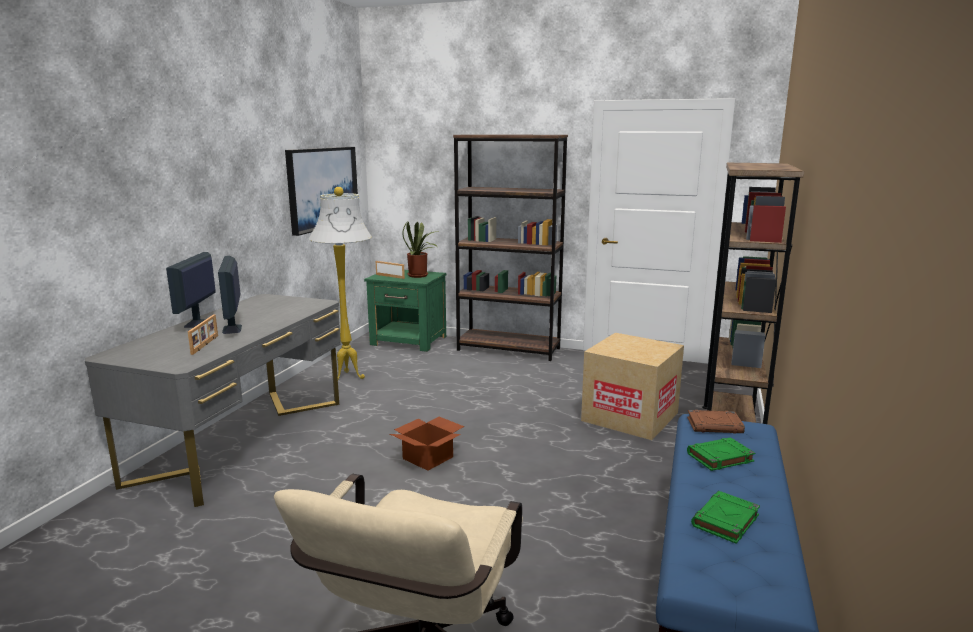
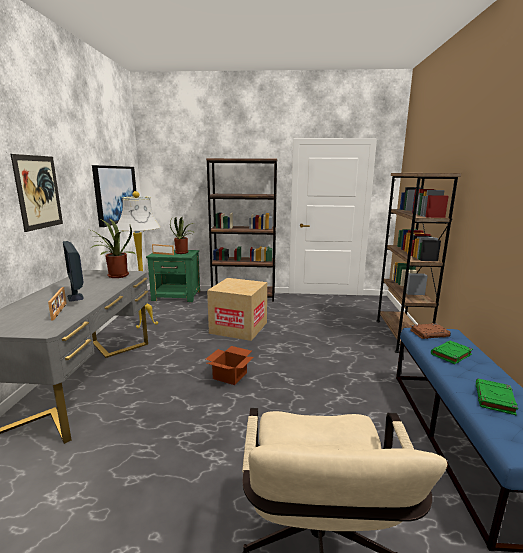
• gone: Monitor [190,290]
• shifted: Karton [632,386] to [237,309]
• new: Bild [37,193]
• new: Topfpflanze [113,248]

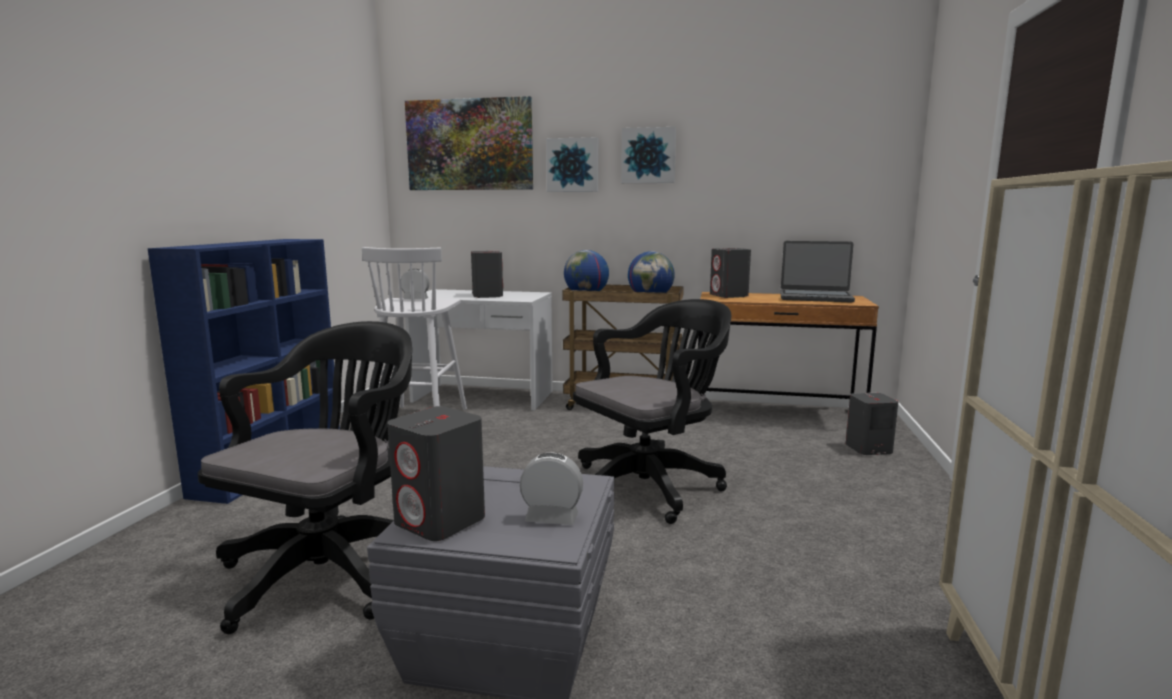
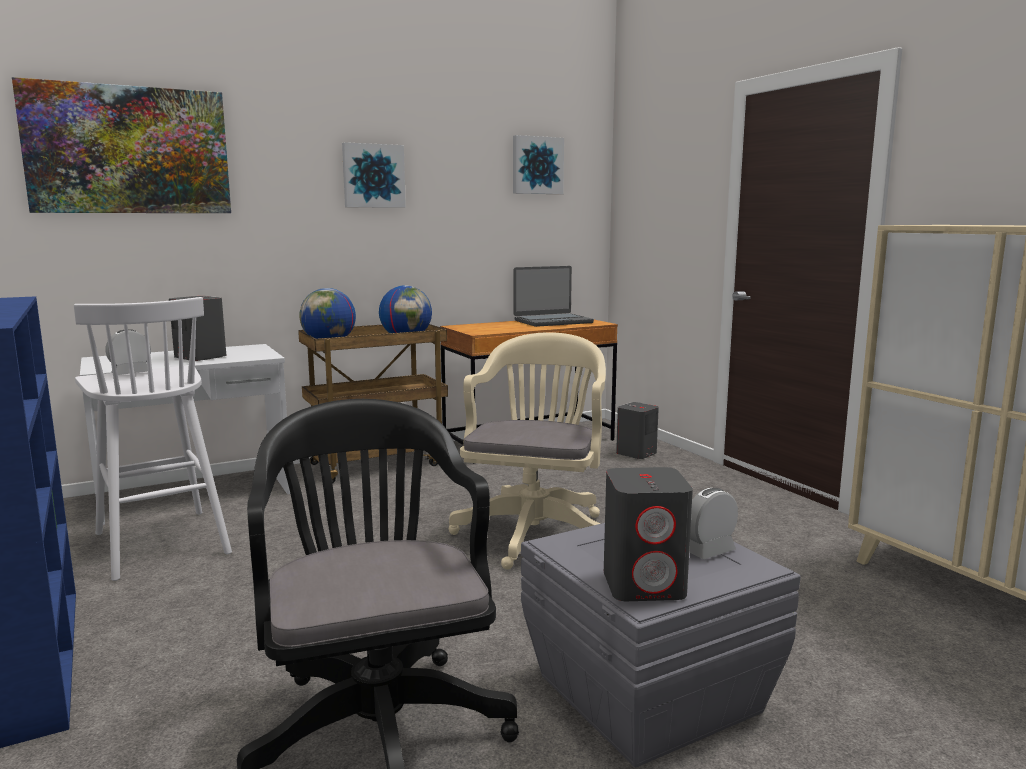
• shifted: Bild [572,164] to [538,164]
• repainted: Bürostuhl (schwarz) [652,411] to Bürostuhl (beige) [527,451]
• gone: Lautsprecher (grau) [730,273]

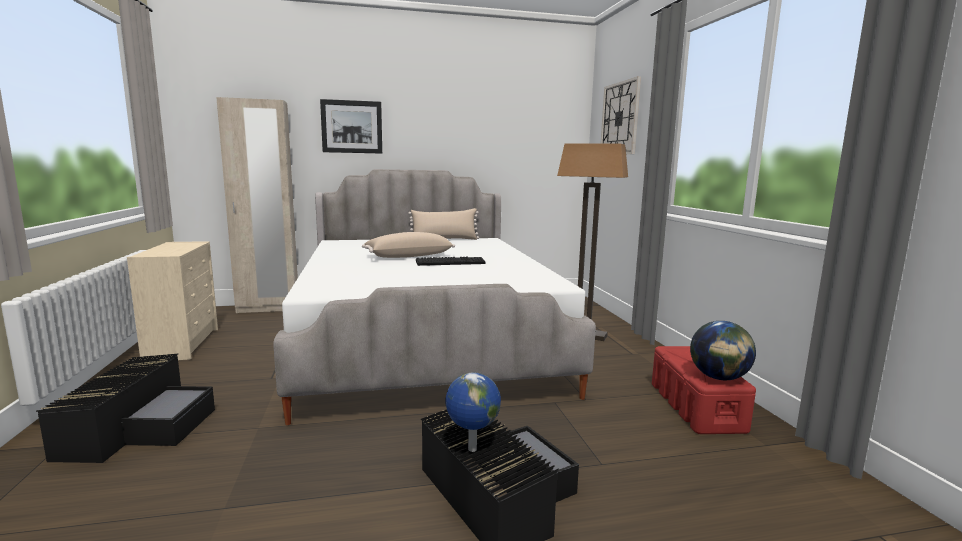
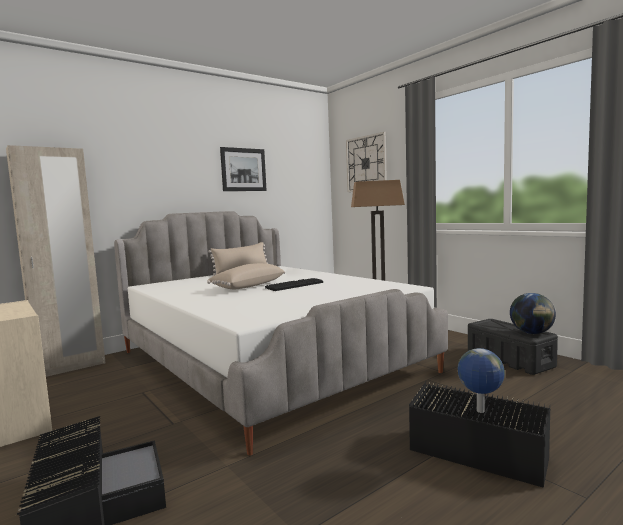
• shifted: Bild [351,126] to [243,169]
• repainted: Aufbewahrungsbox (rot) [704,390] to Aufbewahrungsbox (schwarz) [513,347]

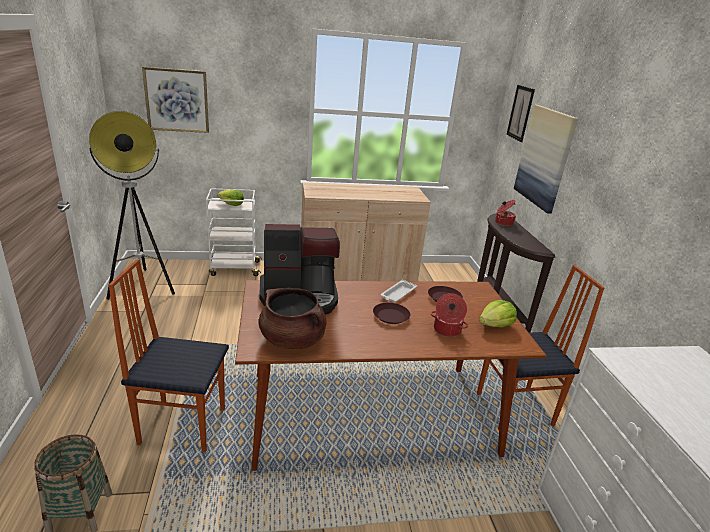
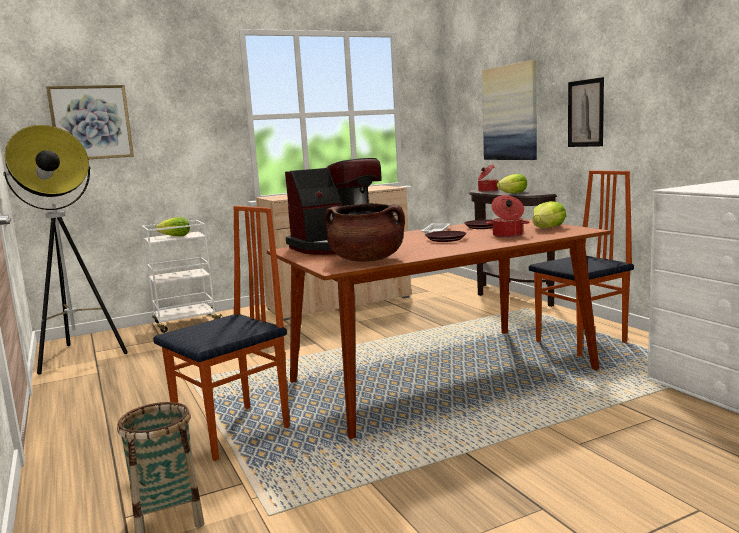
• rotated: Stuhl [169,355] = [221,333] 150 degrees clockwise
• shifted: Bild [520,113] to [586,112]
• new: Salatkopf [511,183]

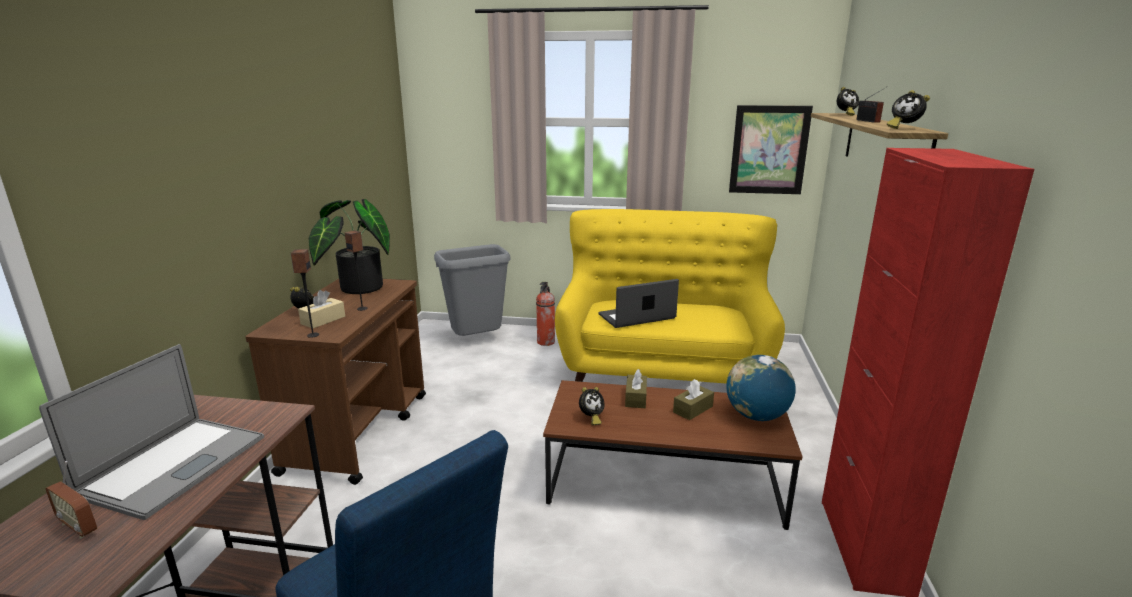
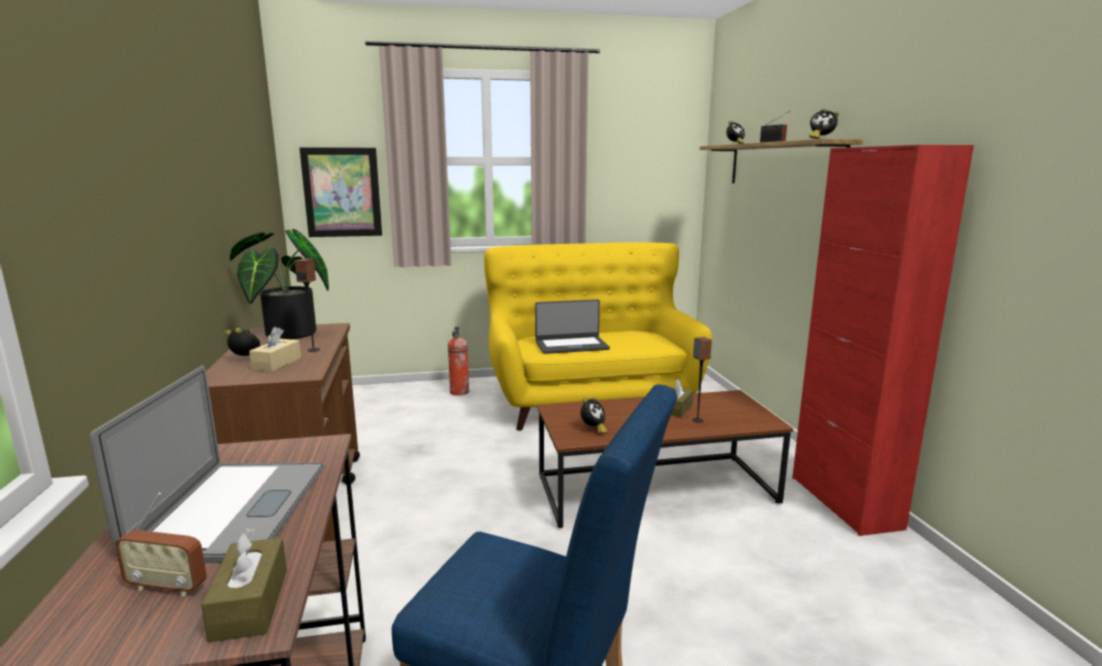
• shifted: Lautsprecher [305,293] to [702,380]
• gone: Mülleimer (grau) [472,290]
• rotated: Laptop [638,303] = [572,326] 150 degrees counterclockwise
• shifted: Taschentuchbox (braun) [636,388] to [244,584]
• gone: Globus [761,388]
• shifted: Bild [771,149] to [340,192]

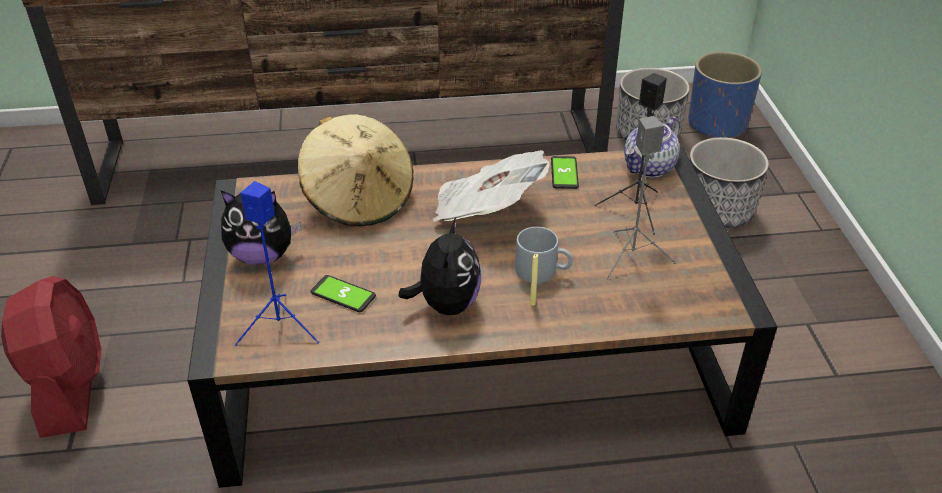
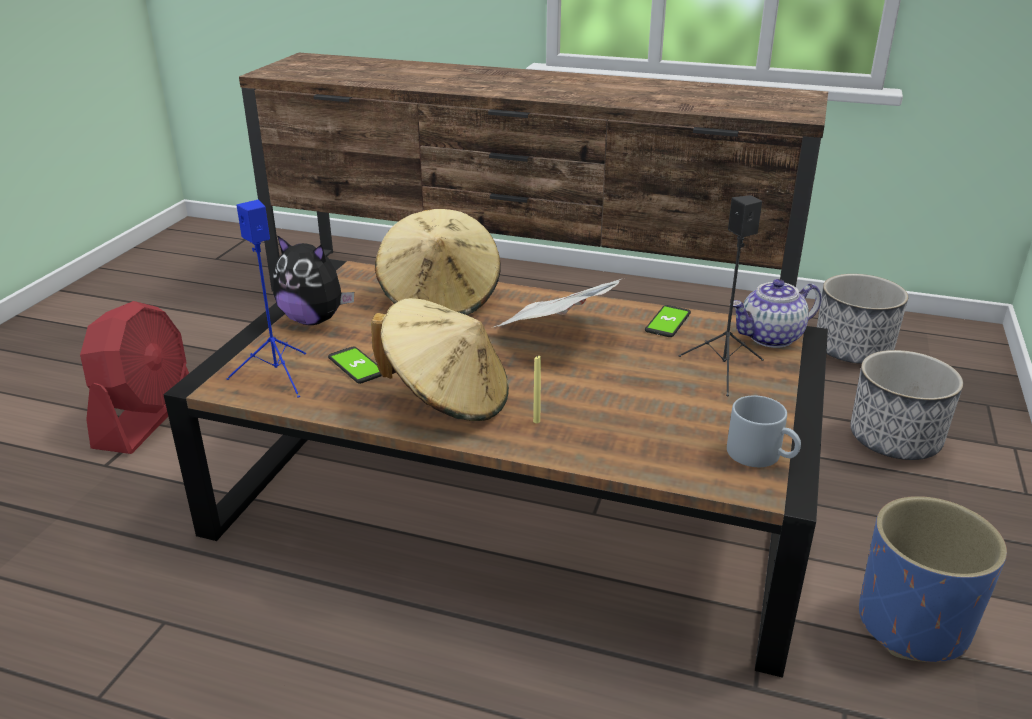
• swapped: Plüschtier [439,266] to Hut (beige) [440,359]
• shifted: Henkelbecher (grau) [544,255] to [764,431]
• gone: Lautsprecher (grau) [641,197]
• shifted: Pflanzkübel (blau) [725,95] to [933,579]

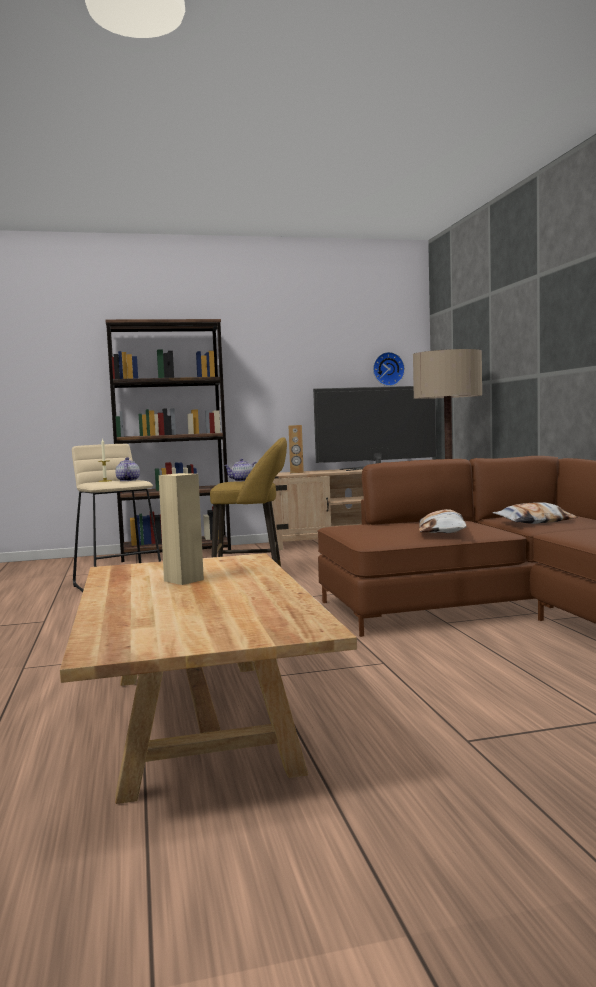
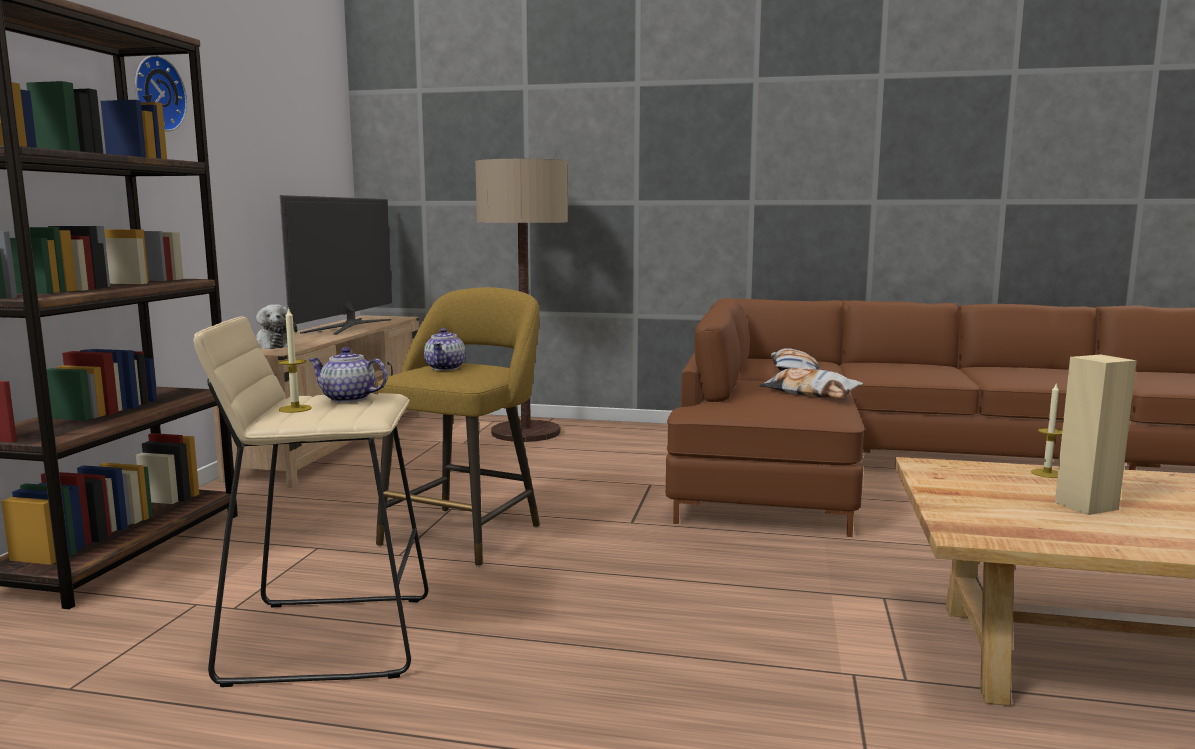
• swapped: Lautsprecher (braun) [296,449] to Plüschtier [276,326]
• shifted: Wanduhr [389,369] to [161,93]
• new: Kerze [1046,430]

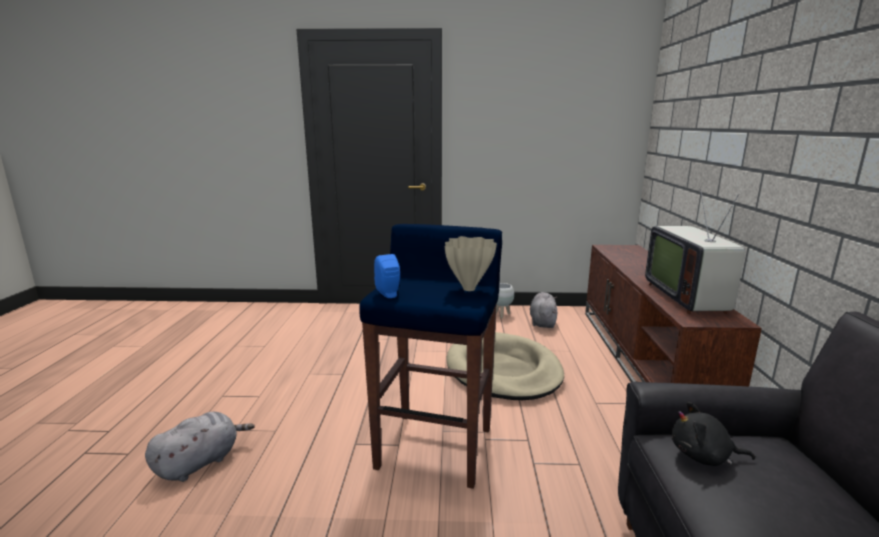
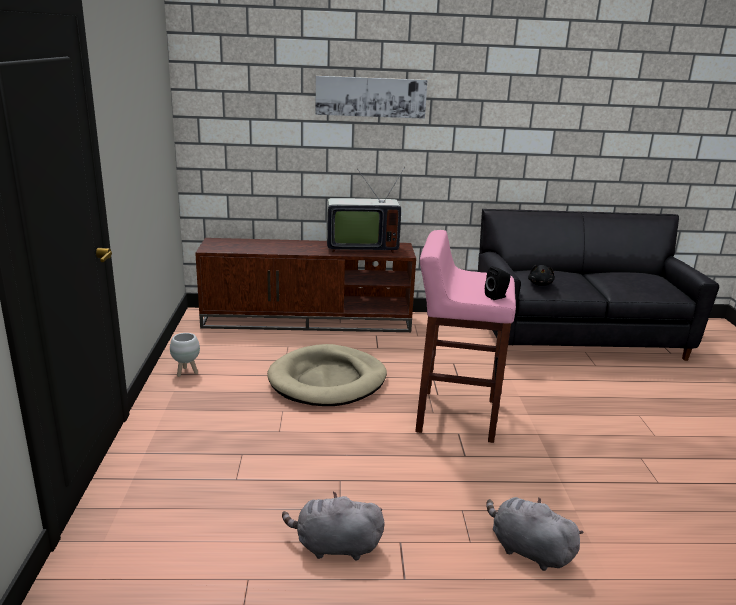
• repainted: Hocker (blau) [430,356] to Hocker (rosa) [465,336]
• repainted: Lautsprecher (blau) [387,276] to Lautsprecher (schwarz) [497,283]
• gone: Vase (beige) [470,263]
• shifted: Plüschtier (grau) [543,310] to [333,526]
• new: Bild [371,97]

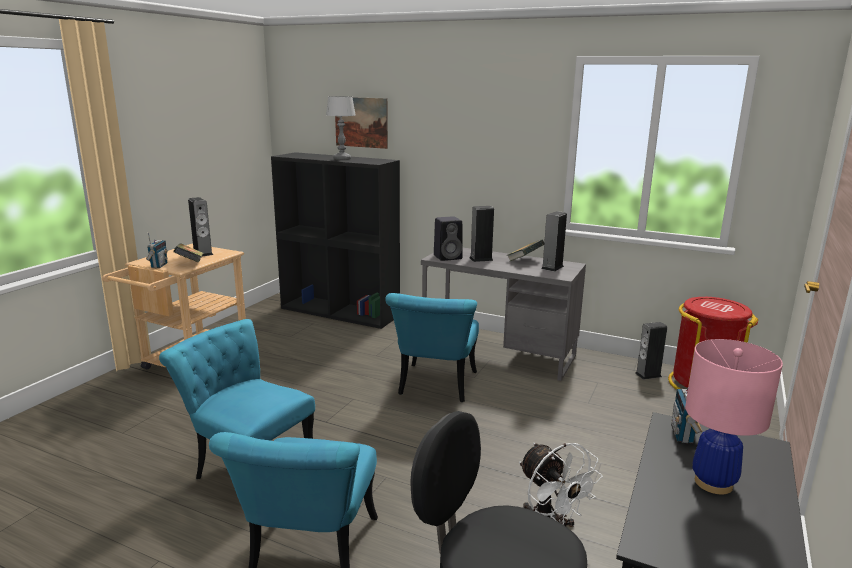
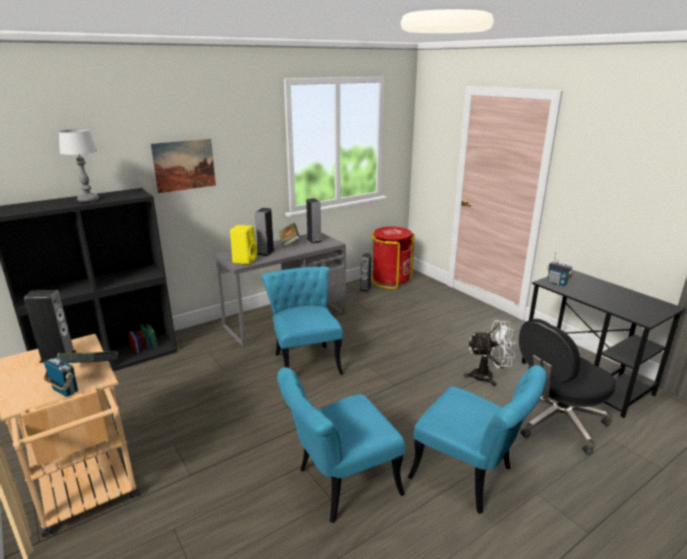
• shifted: Bild [361,123] to [183,166]
• rotated: Stuhl (türkis) [432,347] = [302,320] 150 degrees counterclockwise
• repainted: Lautsprecher (schwarz) [448,238] to Lautsprecher (gelb) [243,244]
• gone: Tischlampe (rosa) [734,417]

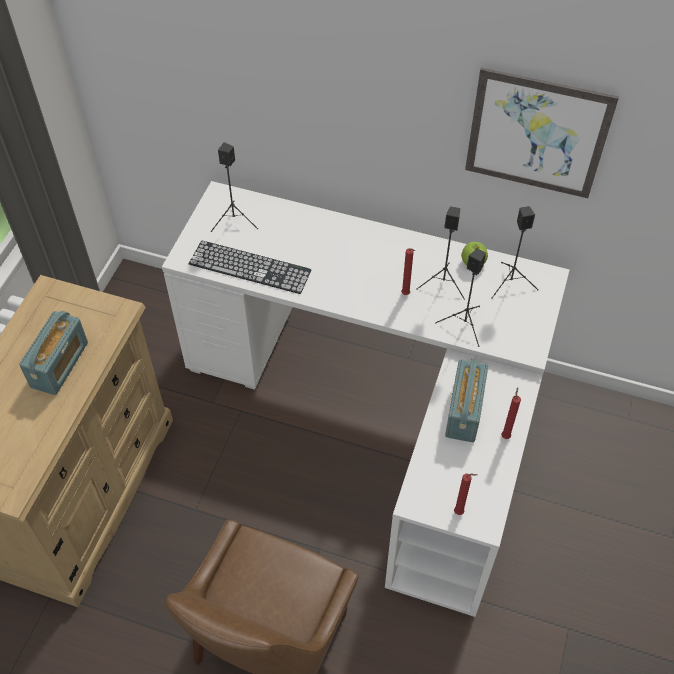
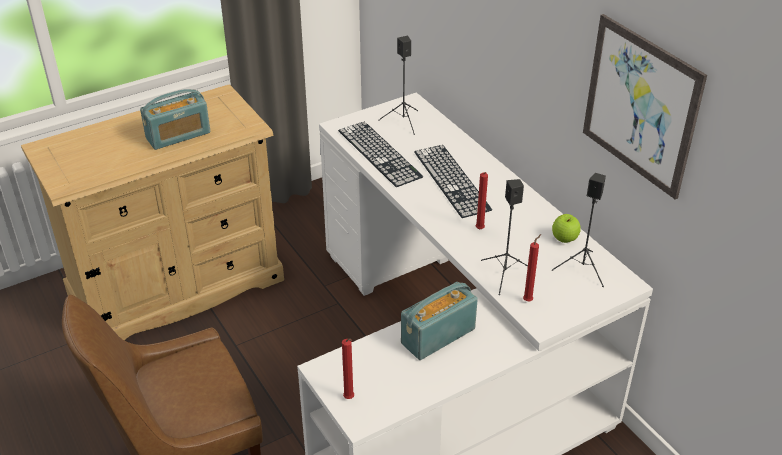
• gone: Lautsprecher (schwarz) [440,253]
• shifted: Kerze (rot) [511,413] to [532,267]
• new: Tastatur [453,181]

